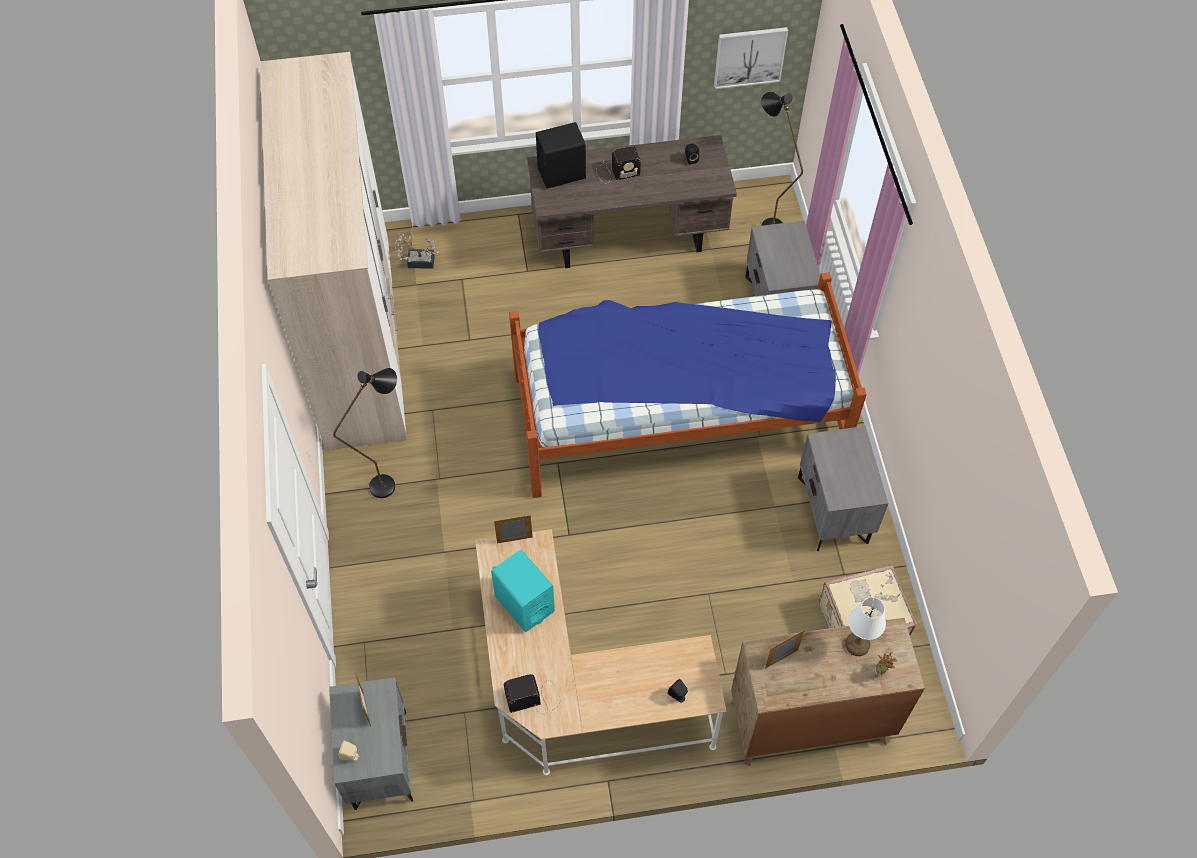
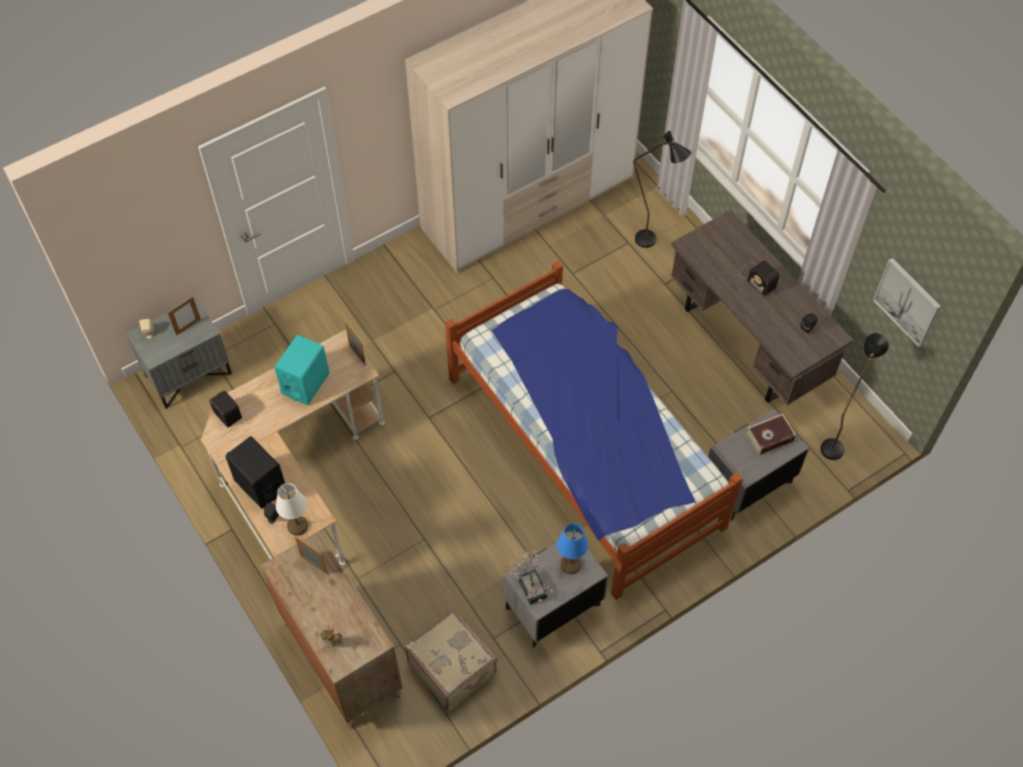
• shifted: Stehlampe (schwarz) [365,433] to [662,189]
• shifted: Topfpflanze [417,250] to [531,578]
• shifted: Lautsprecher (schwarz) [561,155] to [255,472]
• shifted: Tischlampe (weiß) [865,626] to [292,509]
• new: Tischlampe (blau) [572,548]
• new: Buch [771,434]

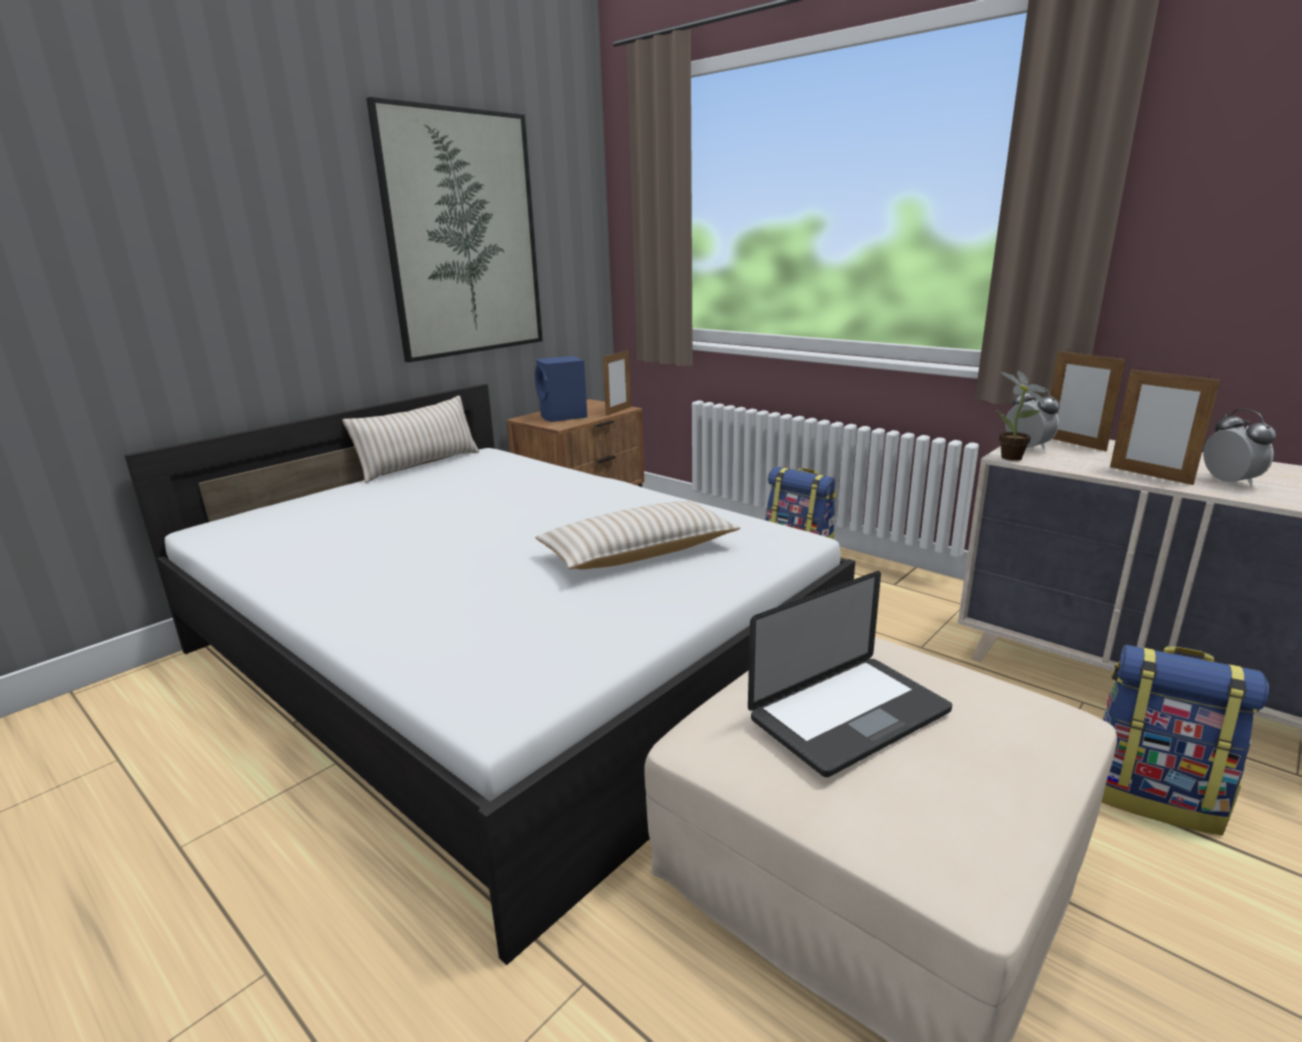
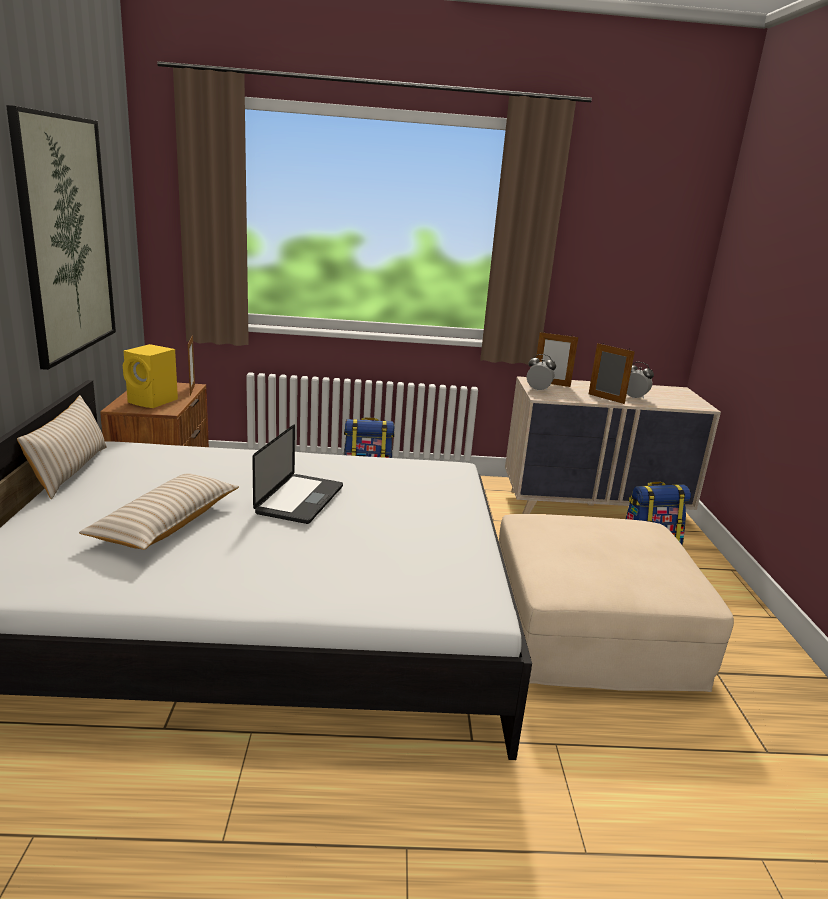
• repainted: Lautsprecher (blau) [561,389] to Lautsprecher (gelb) [150,376]
• shifted: Kissen (beige) [637,535] to [159,511]
• shifted: Laptop [850,674] to [297,474]
• gone: Topfpflanze [1021,416]
• rotated: Bilderrahmen [1165,426] = [612,373] 150 degrees counterclockwise

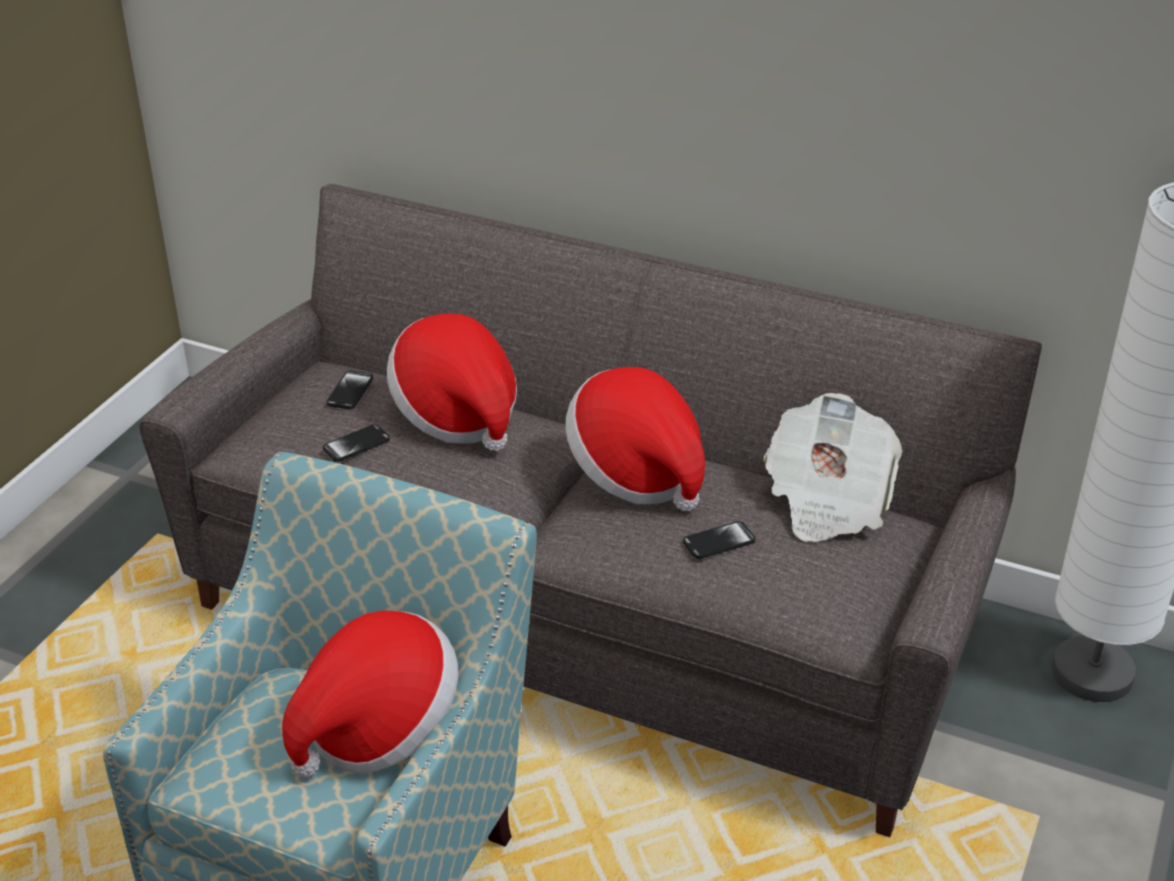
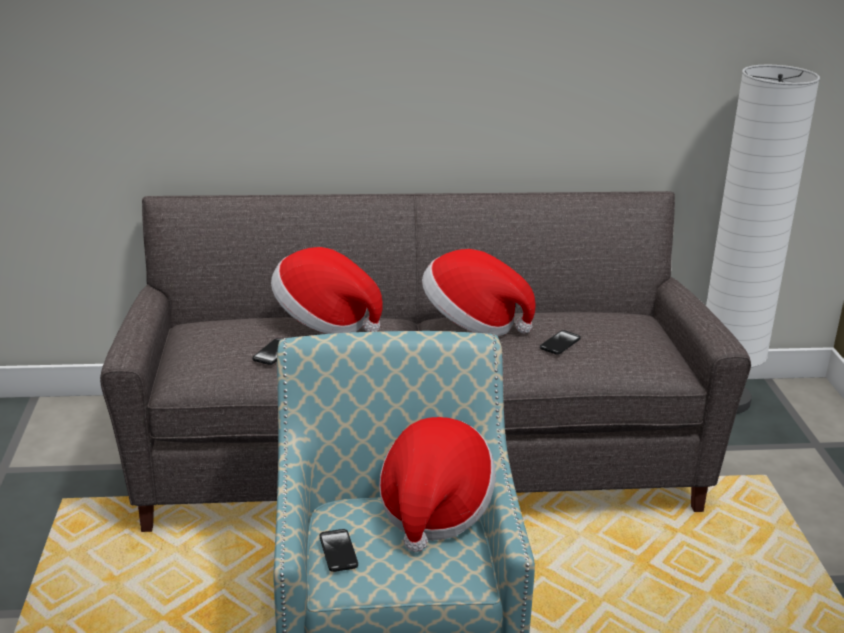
• shifted: Handy [350,390] to [339,550]
• gone: Zeitung [833,467]

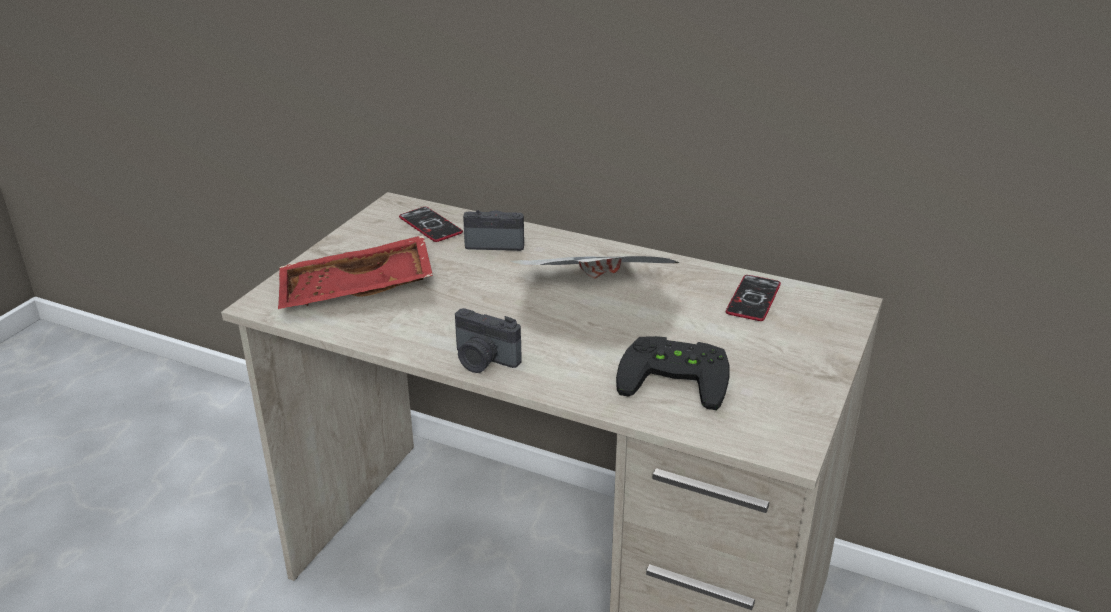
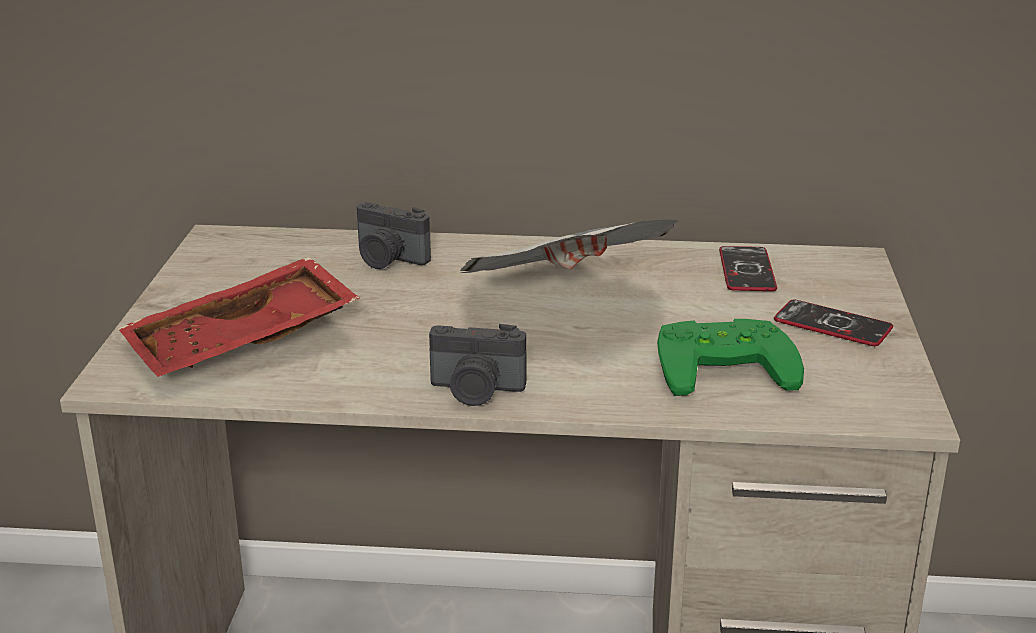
• shifted: Handy [431,224] to [833,322]
• rotated: Kamera [493,230] = [394,235] 135 degrees counterclockwise
• repainted: Gamepad (schwarz) [673,373] to Gamepad (grün) [730,357]

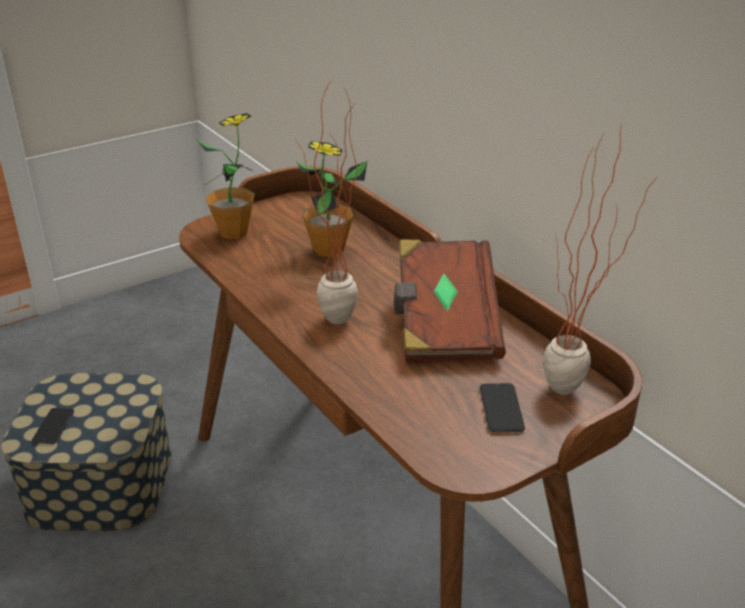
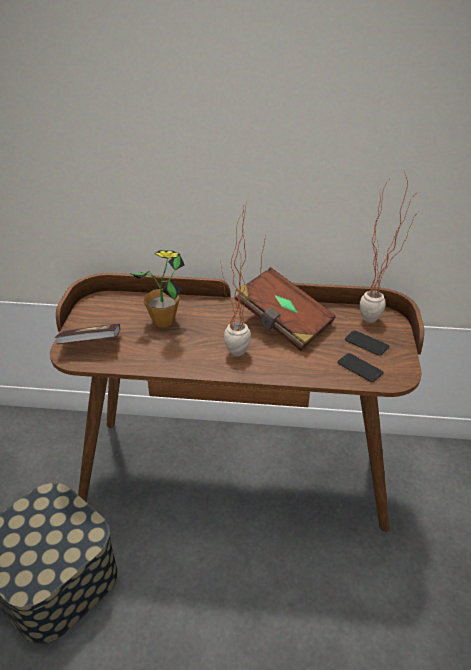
• shifted: Handy [53,426] to [360,367]
• swapped: Topfpflanze [225,176] to Buch [88,334]

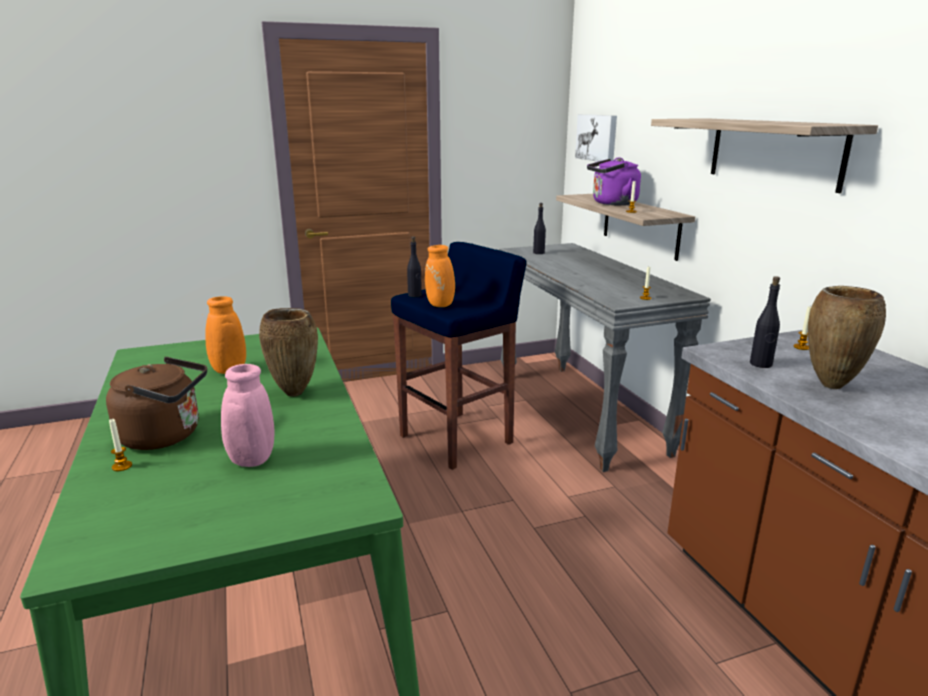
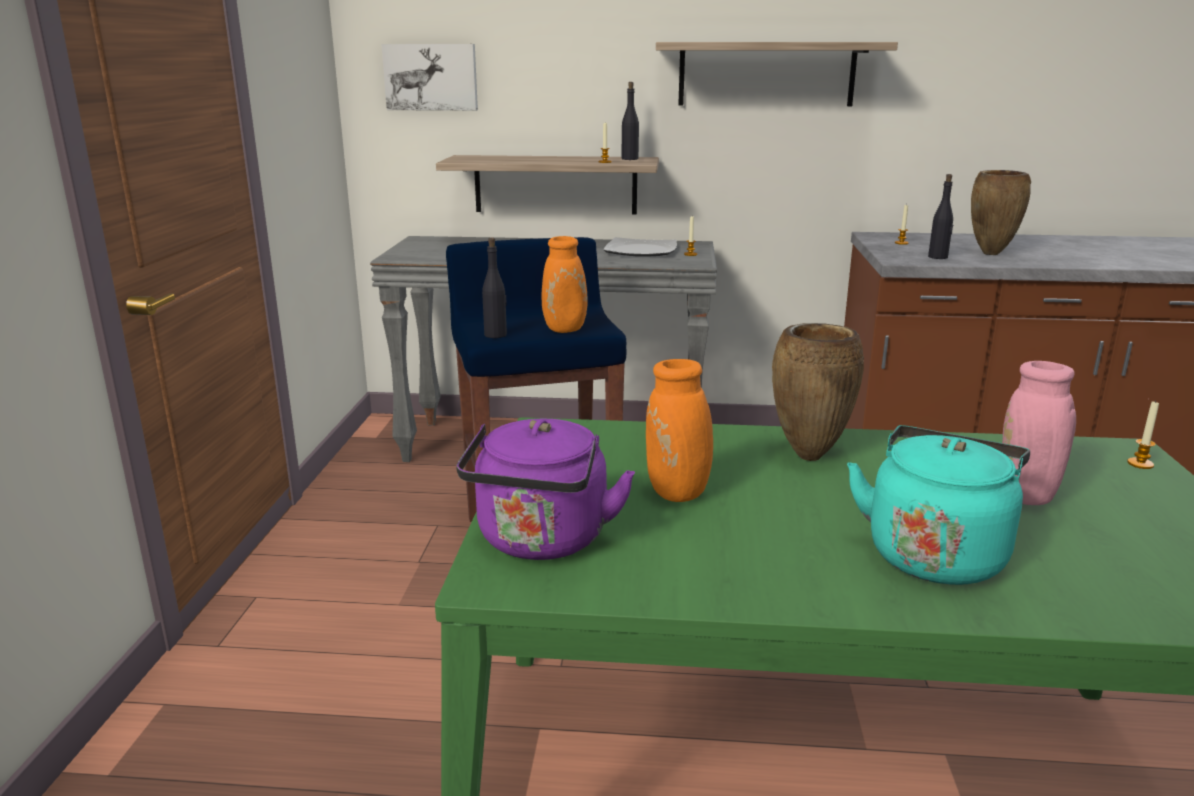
• repainted: Wasserkessel (braun) [156,403] to Wasserkessel (türkis) [938,505]
• shifted: Kerze [120,444] to [1143,435]
• shifted: Flasche (schwarz) [539,228] to [630,121]
• shifted: Wasserkessel (lila) [614,181] to [545,489]
• new: Teller [640,247]

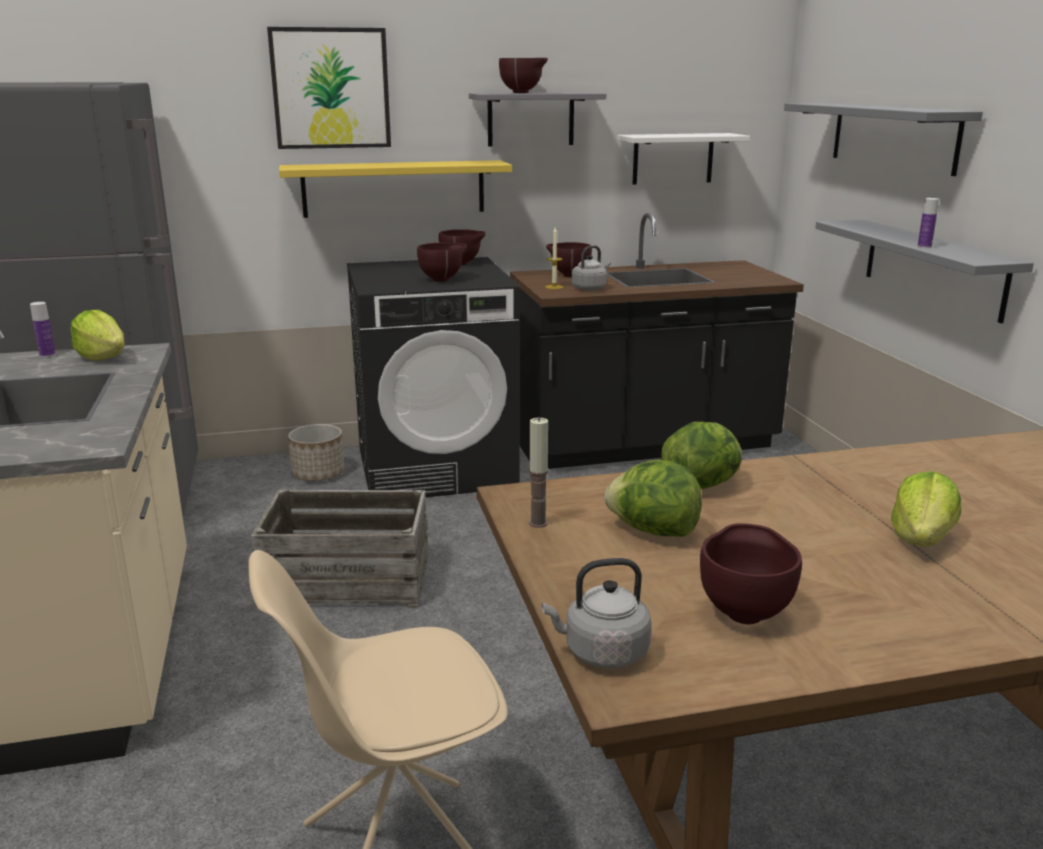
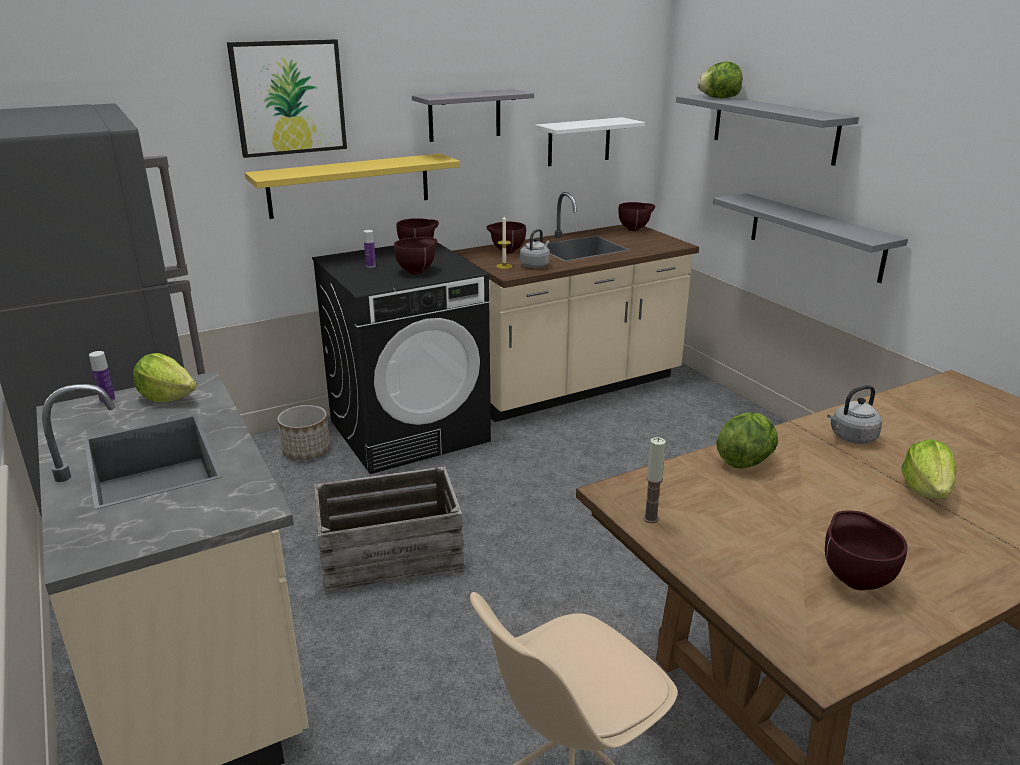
• shifted: Schüssel (braun) [523,75] to [636,216]
• repainted: Küchenzeile (schwarz) [657,341] to Küchenzeile (beige) [576,307]
• shifted: Wasserkessel (grau) [596,613] to [854,414]
• shifted: Salatkopf [653,498] to [719,79]
• shifted: Flasche [928,223] to [369,249]

